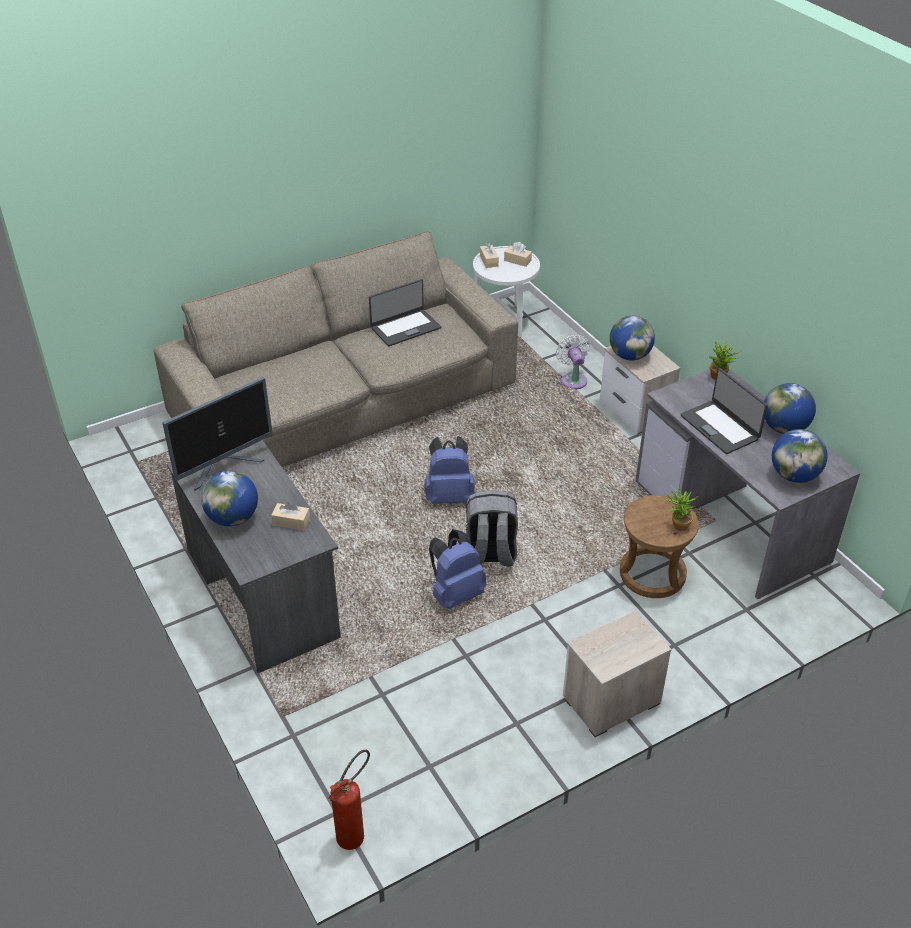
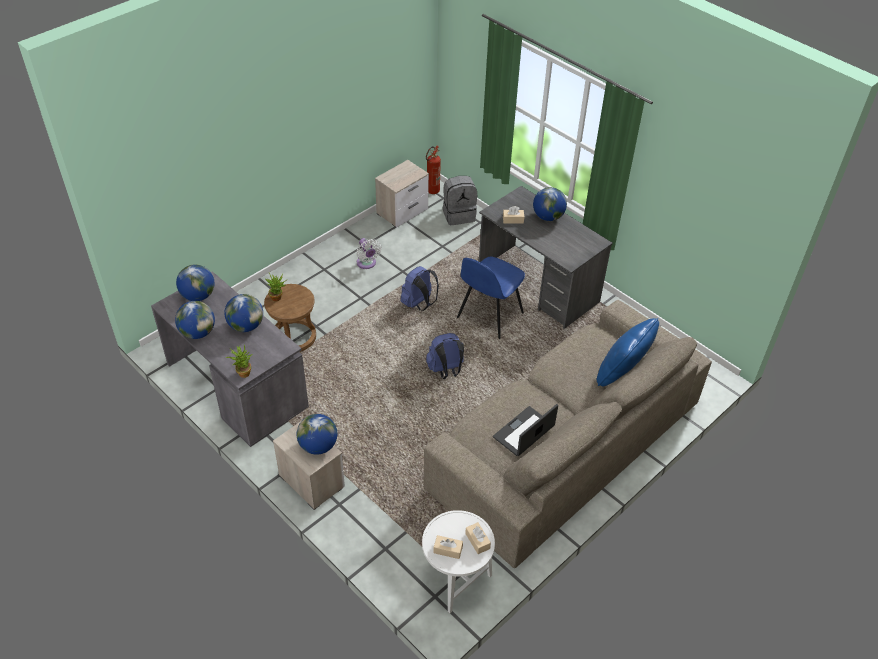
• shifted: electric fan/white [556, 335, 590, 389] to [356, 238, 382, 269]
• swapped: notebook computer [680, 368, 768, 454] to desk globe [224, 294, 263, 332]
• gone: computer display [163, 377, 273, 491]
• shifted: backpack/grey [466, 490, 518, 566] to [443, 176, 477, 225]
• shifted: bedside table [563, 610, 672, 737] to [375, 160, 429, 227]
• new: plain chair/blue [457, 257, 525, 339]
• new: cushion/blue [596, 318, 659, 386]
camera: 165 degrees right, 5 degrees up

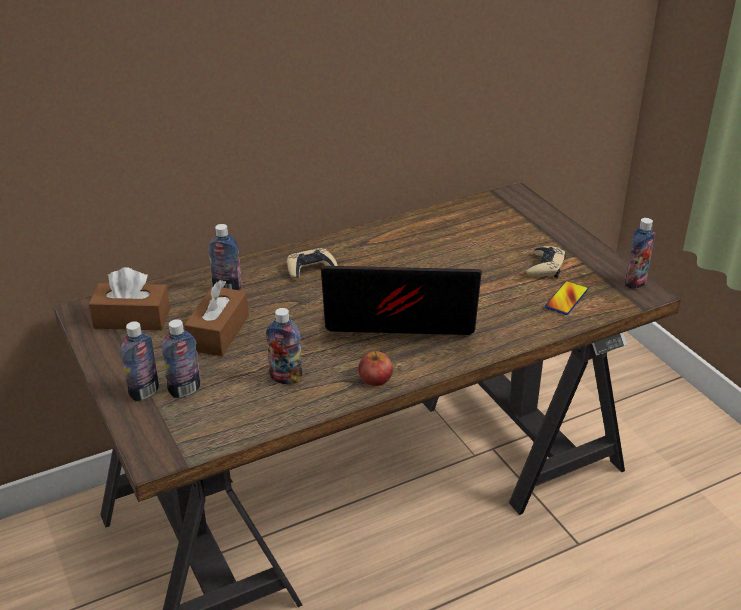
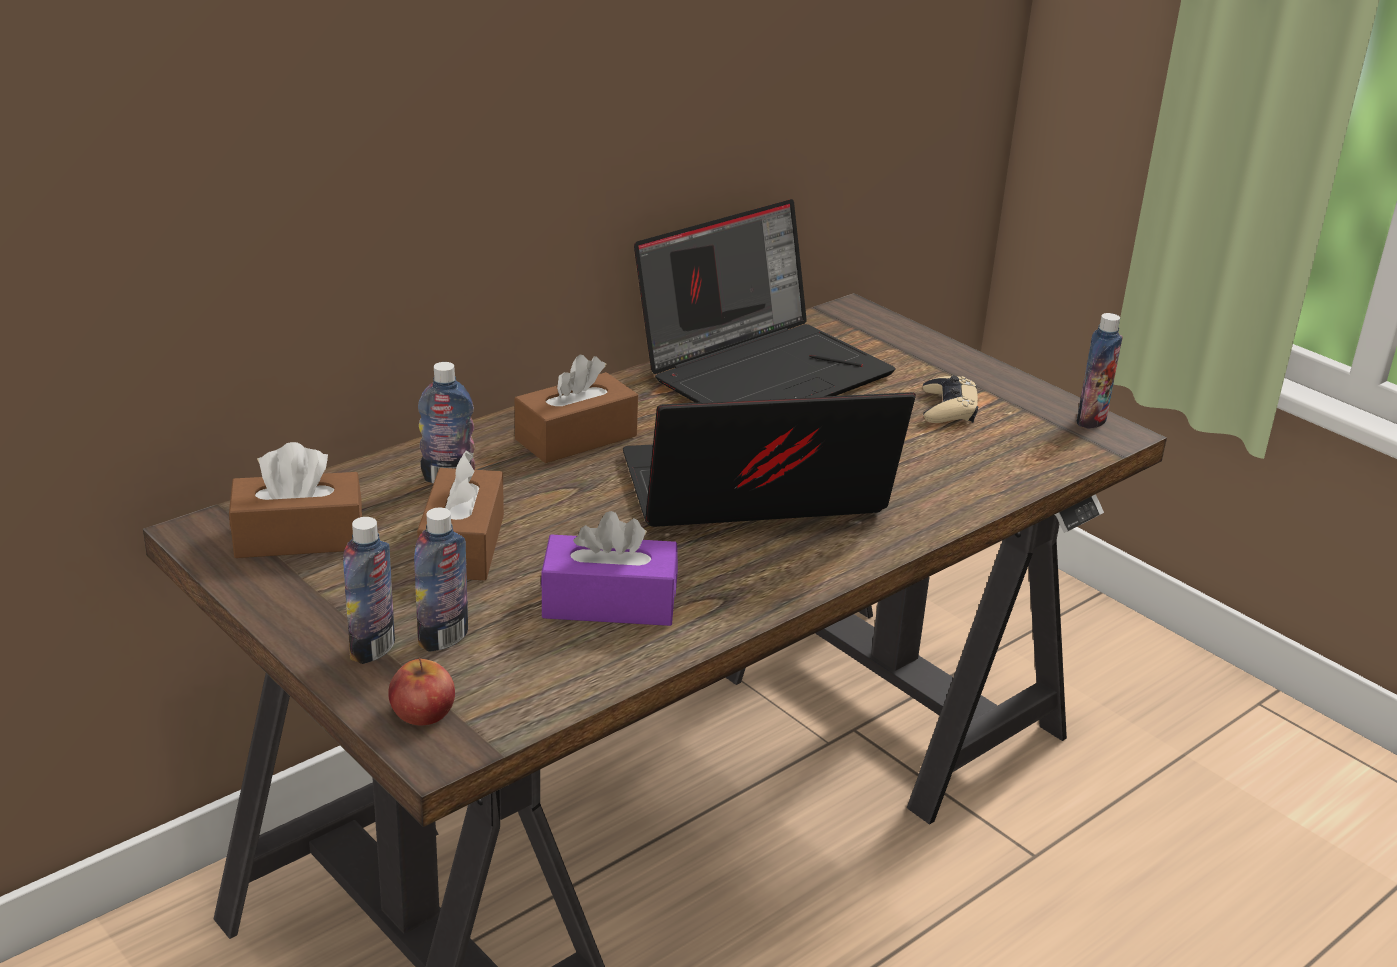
• swapped: gamepad/beige [287, 248, 338, 280] to tissue box/brown [515, 355, 638, 463]
• gone: handset [545, 281, 589, 315]
• swapped: drink bottle [266, 308, 303, 384] to tissue box/purplish [541, 511, 678, 626]
• shifted: apple fruit [358, 351, 393, 386] to [388, 657, 455, 725]
• new: notebook computer [634, 199, 896, 403]
camera: 15 degrees left, 5 degrees down

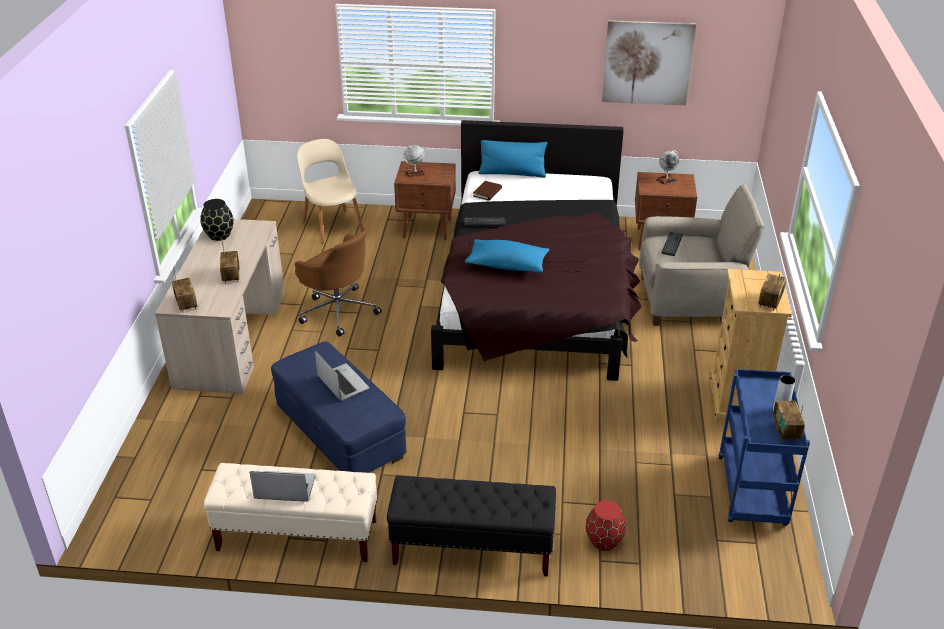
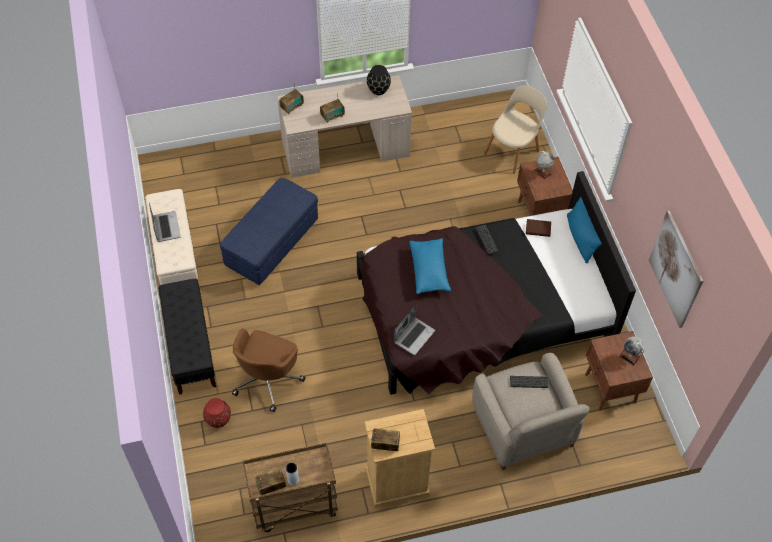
• shifted: office chair/brown [295, 230, 382, 337] to [232, 329, 306, 412]
• shifted: notebook computer [315, 350, 370, 401] to [394, 305, 435, 355]
• repainted: cart/blue [718, 369, 810, 526] to cart/brown [243, 442, 338, 532]
camera: 70 degrees right, 20 degrees up

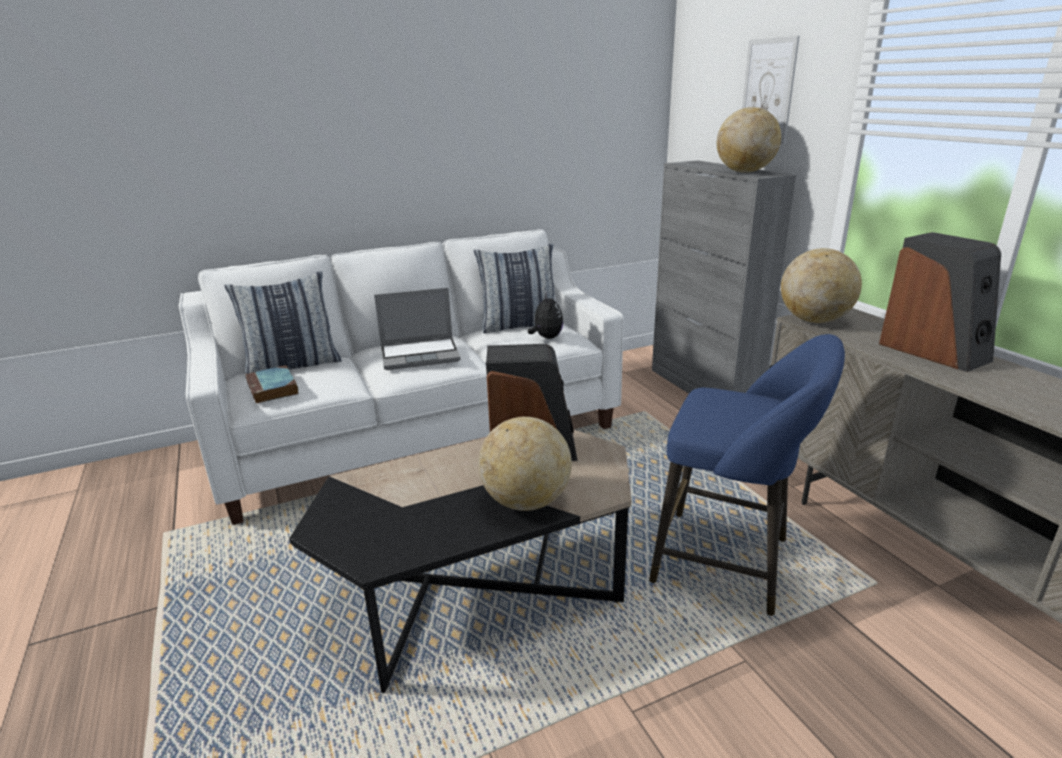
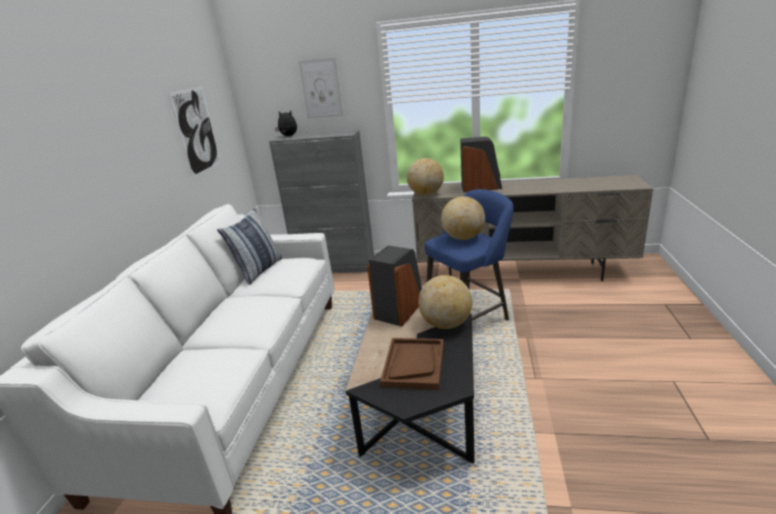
• shifted: desk globe [717, 107, 781, 173] to [441, 196, 485, 240]
• gone: cushion [224, 271, 342, 374]
• gone: notebook computer [374, 288, 461, 370]
• shifted: soft toy [528, 293, 563, 339] to [275, 111, 297, 136]
• gone: volume [245, 365, 299, 404]
• new: picture [169, 86, 221, 178]
• new: carrying tray/brown [380, 338, 444, 390]
camera: 55 degrees left, 0 degrees up

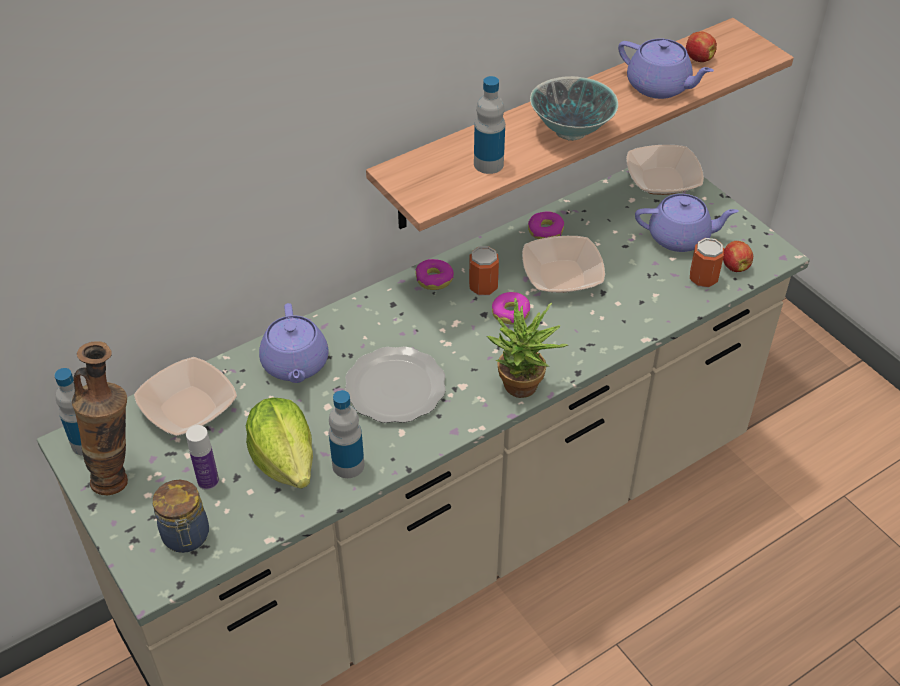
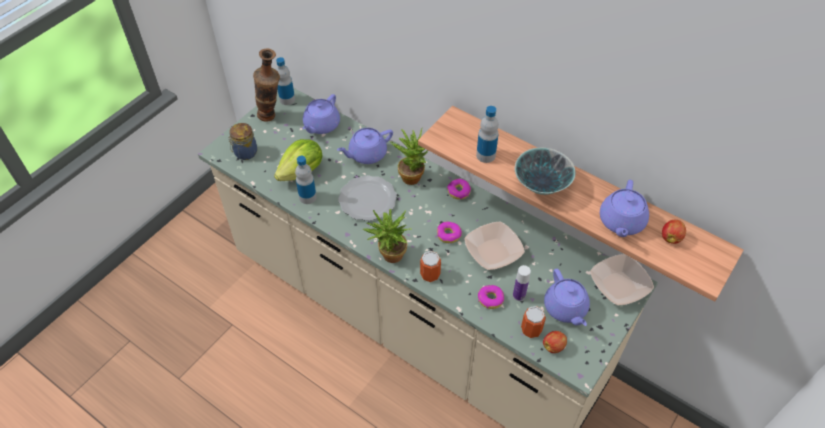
• shifted: ring doughnut [528, 212, 564, 239] to [478, 285, 504, 309]
• shifted: metal can [469, 246, 499, 296] to [420, 251, 441, 282]
• swapped: serving bowl [134, 357, 237, 436] to pot for tea/purplish [303, 94, 340, 134]
• shifted: drink bottle [186, 425, 219, 490] to [513, 265, 531, 301]
• new: houseplant [390, 127, 428, 185]
camera: 70 degrees right, 5 degrees up

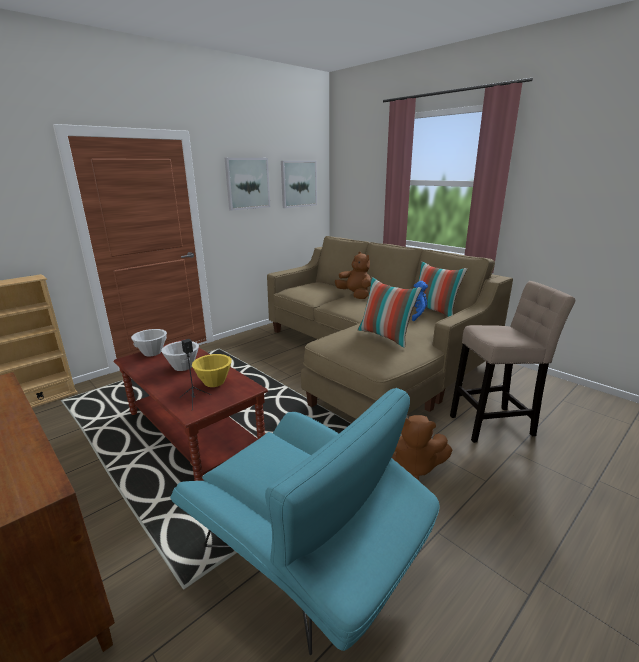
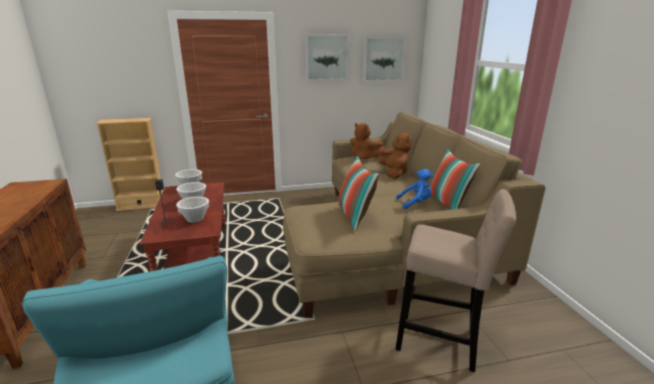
• repainted: serving bowl/yellowish [192, 354, 232, 387] to serving bowl/white [176, 196, 209, 223]
• shifted: soft toy/brown [392, 415, 452, 480] to [350, 123, 385, 160]
camera: 30 degrees right, 0 degrees up

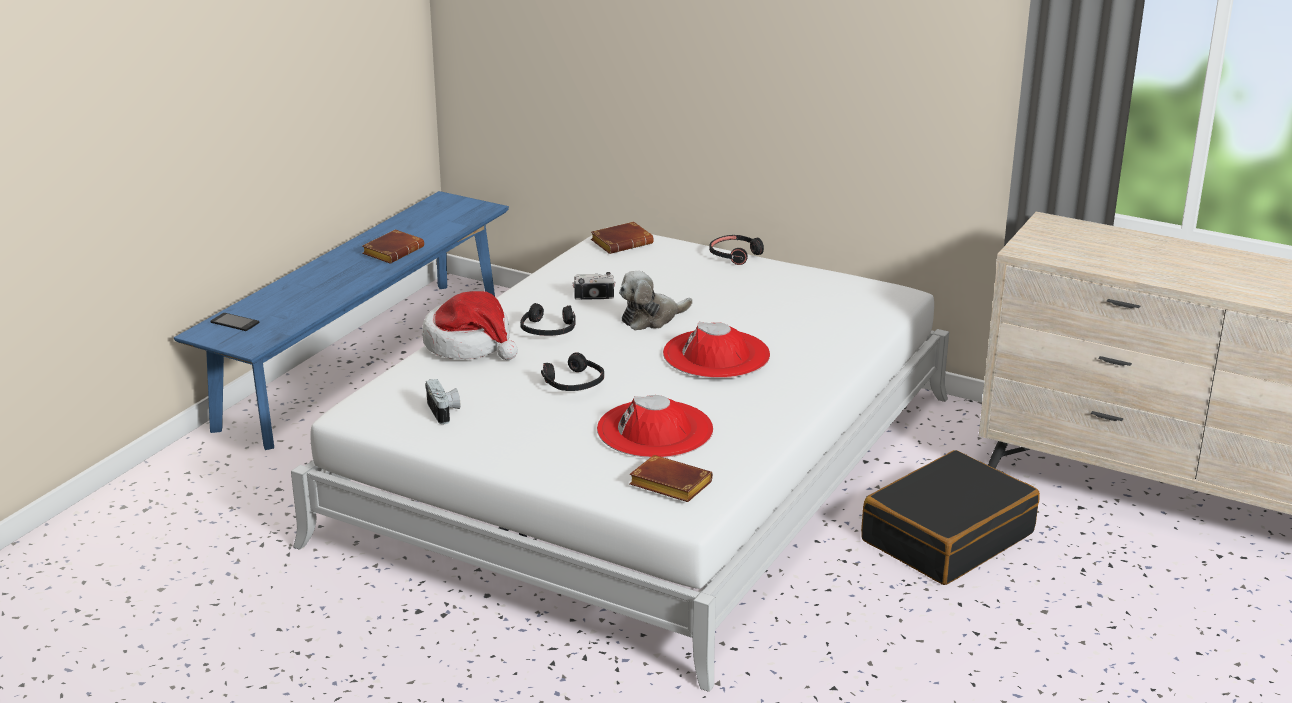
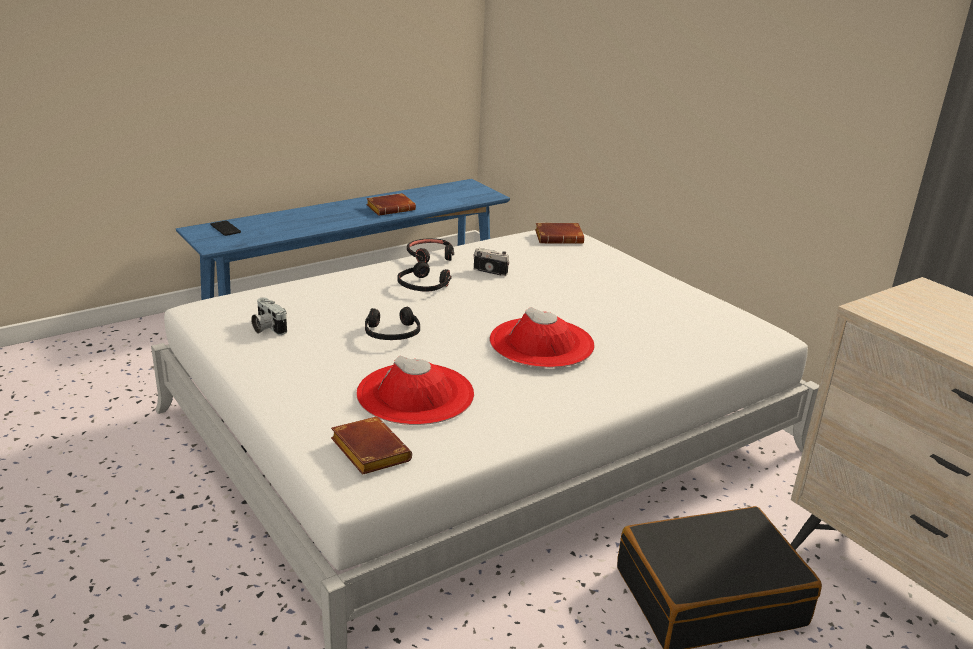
• shifted: headset/black [709, 235, 764, 265] to [407, 238, 454, 263]
• gone: soft toy [619, 271, 693, 330]
• gone: clothing hat [422, 291, 518, 360]
• rotated: still camera [425, 379, 460, 424] = [251, 298, 287, 335] 135 degrees clockwise
camera: 25 degrees right, 0 degrees up

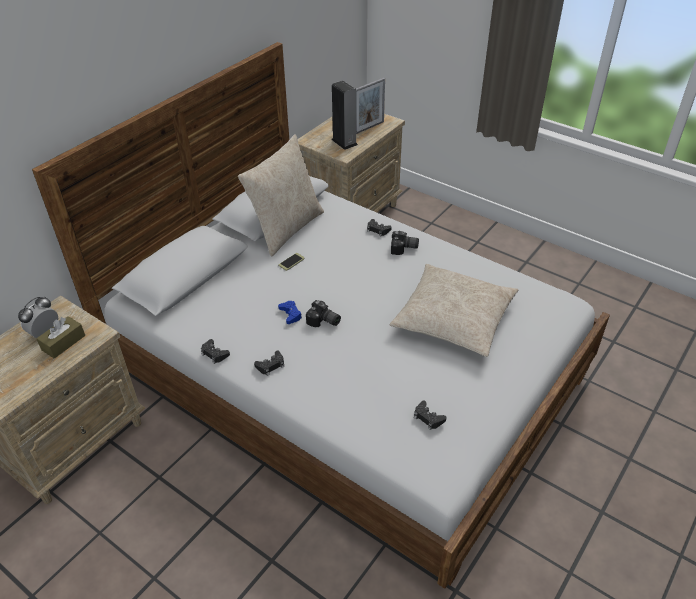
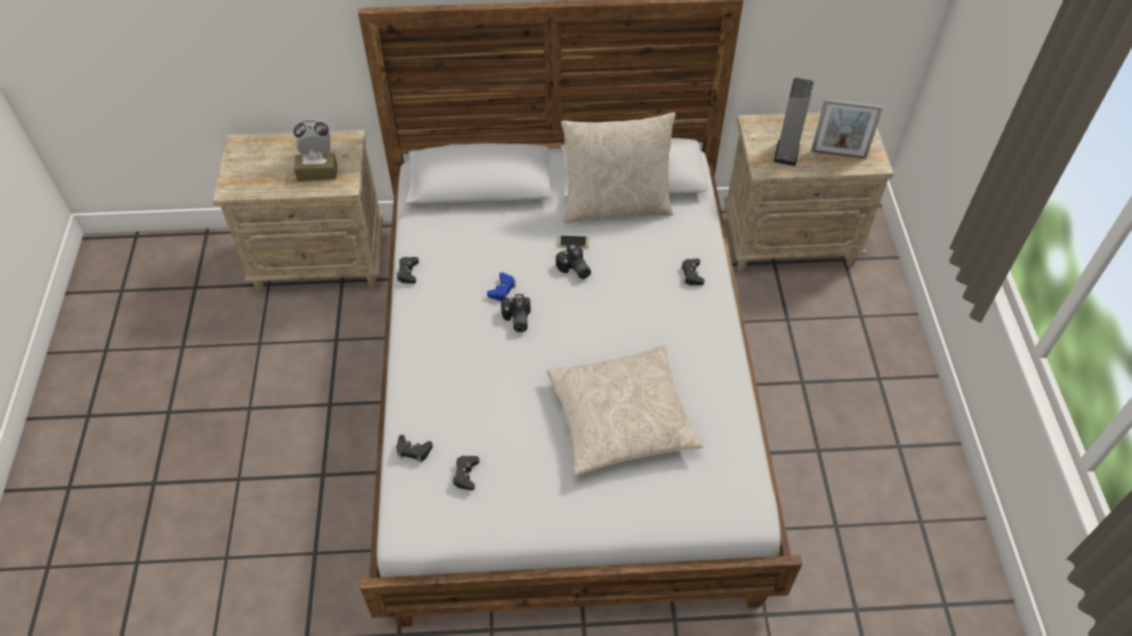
• shifted: still camera [391, 231, 419, 255] to [556, 244, 591, 279]
• shifted: gamepad/black [254, 351, 284, 376] to [396, 435, 433, 463]
camera: 50 degrees right, 10 degrees up

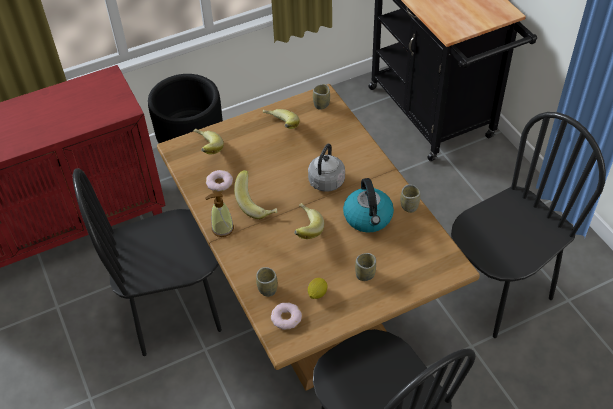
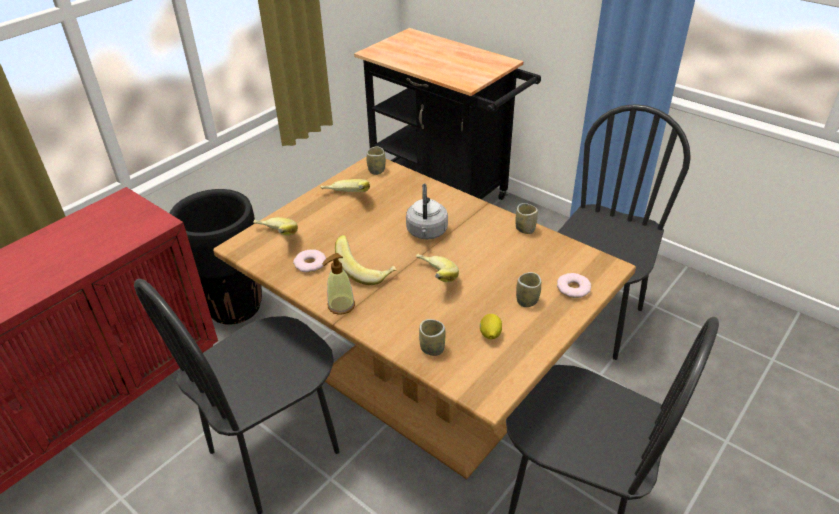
• gone: kettle [343, 178, 394, 233]
• shifted: ring doughnut [271, 302, 302, 330] to [557, 273, 591, 298]
camera: 25 degrees left, 10 degrees down

